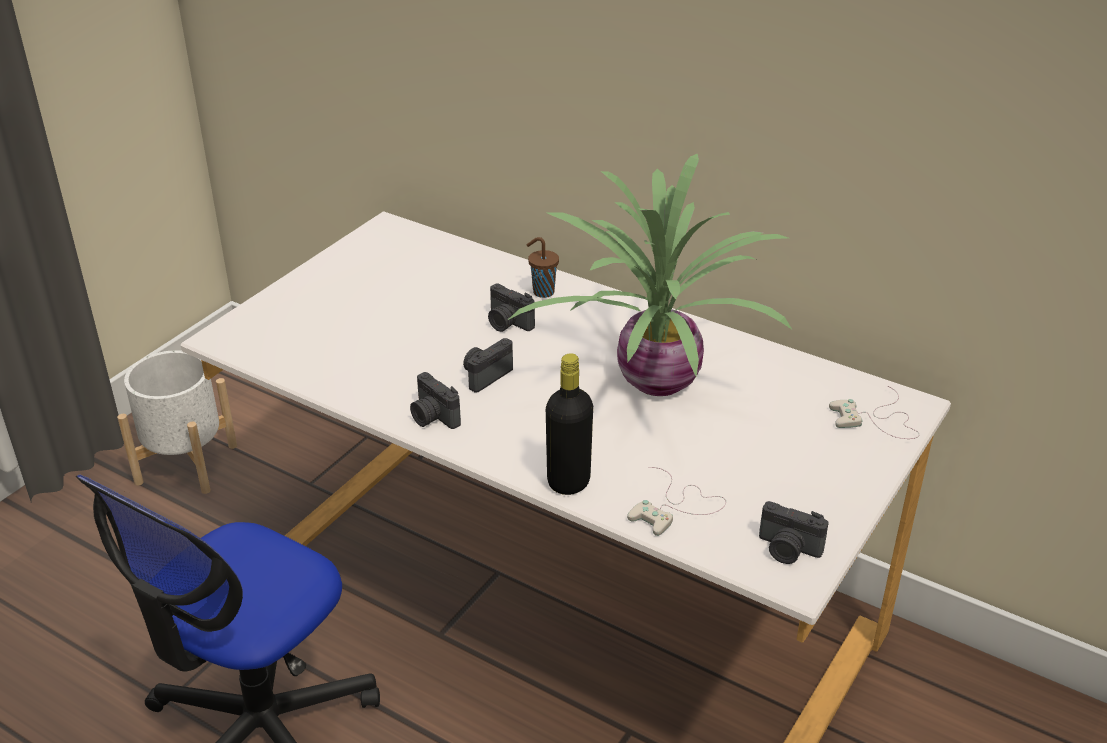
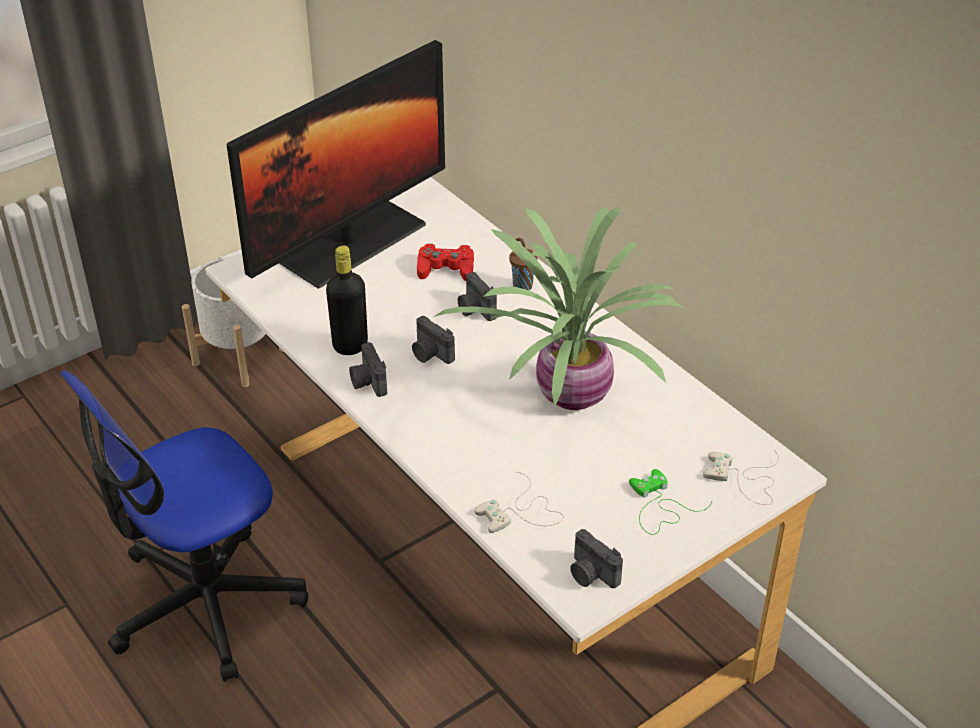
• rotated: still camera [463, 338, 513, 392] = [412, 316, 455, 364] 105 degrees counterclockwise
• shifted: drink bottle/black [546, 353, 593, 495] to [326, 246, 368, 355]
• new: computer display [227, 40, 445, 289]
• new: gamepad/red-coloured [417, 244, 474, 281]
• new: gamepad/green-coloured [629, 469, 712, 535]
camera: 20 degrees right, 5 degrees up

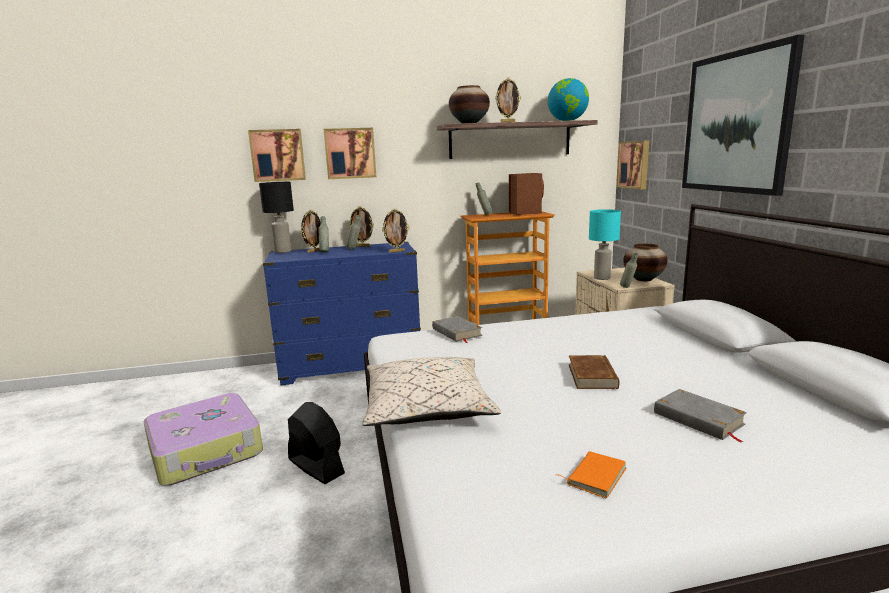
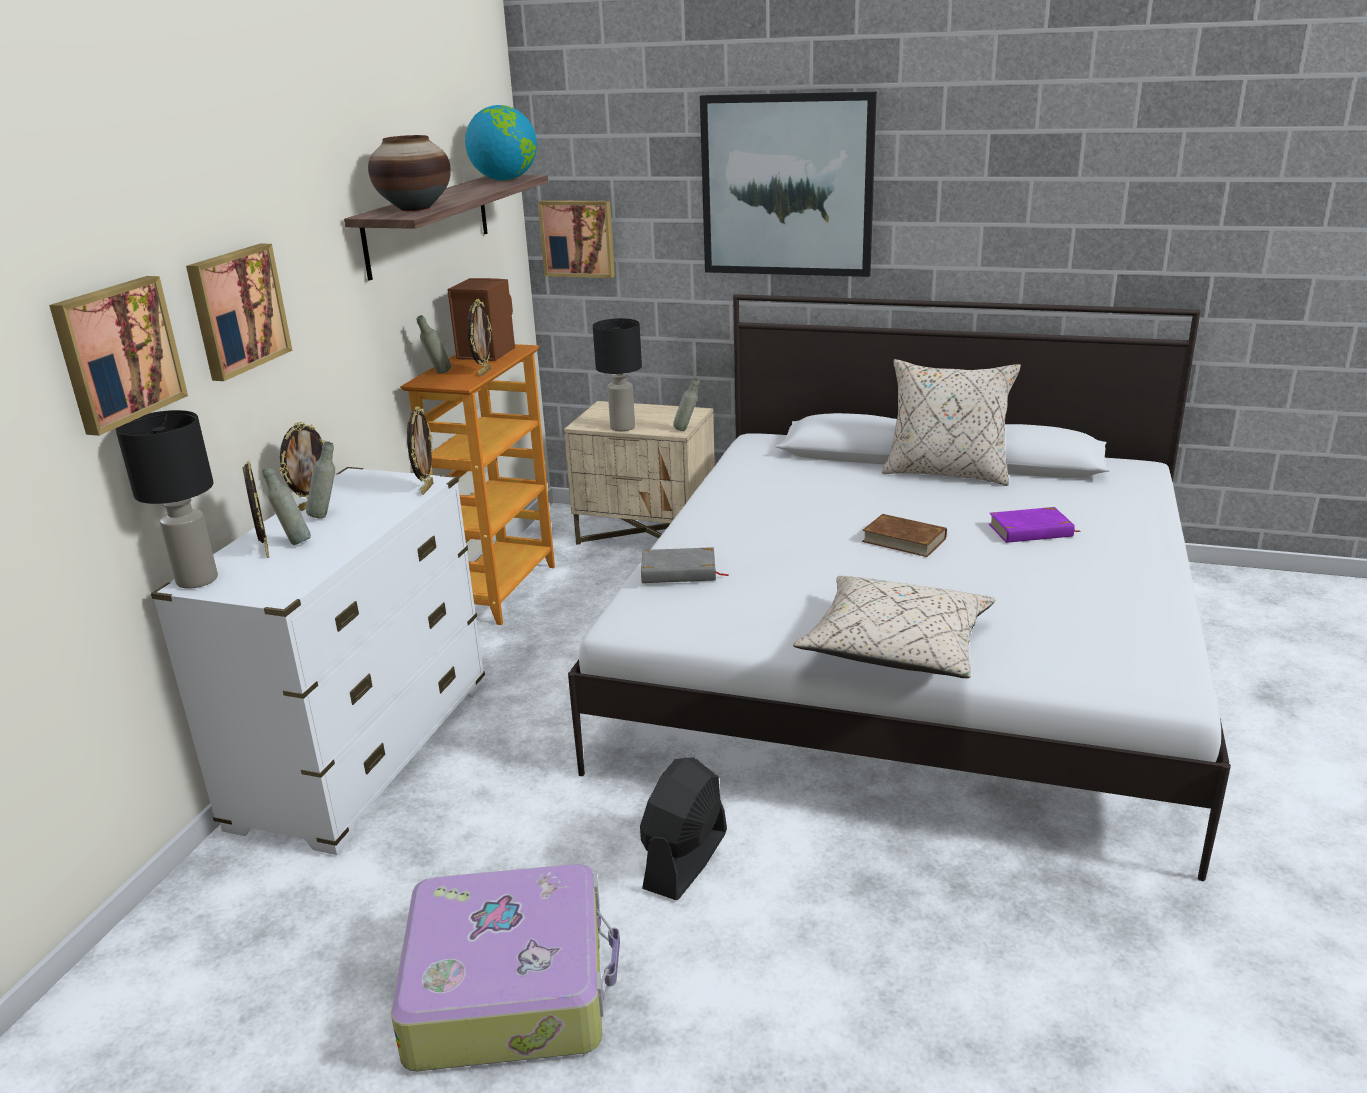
• shifted: photo frame [495, 77, 521, 122] to [468, 299, 492, 377]
• repainted: lamp for a table/turquoise-coloured [589, 209, 621, 280] to lamp for a table/black [593, 318, 642, 431]
• repainted: drawer chest/blue [263, 242, 421, 385] to drawer chest/white [151, 467, 485, 855]
• gone: vase [623, 244, 667, 281]
• repainted: volume/grey [654, 389, 747, 442] to volume/purplish [989, 507, 1080, 543]
• rotated: electric fan/black [288, 402, 345, 484] = [640, 758, 727, 900] 45 degrees counterclockwise
• gone: volume/orangey [559, 451, 626, 498]
• new: cushion/beige [882, 359, 1021, 486]
camera: 60 degrees left, 10 degrees up

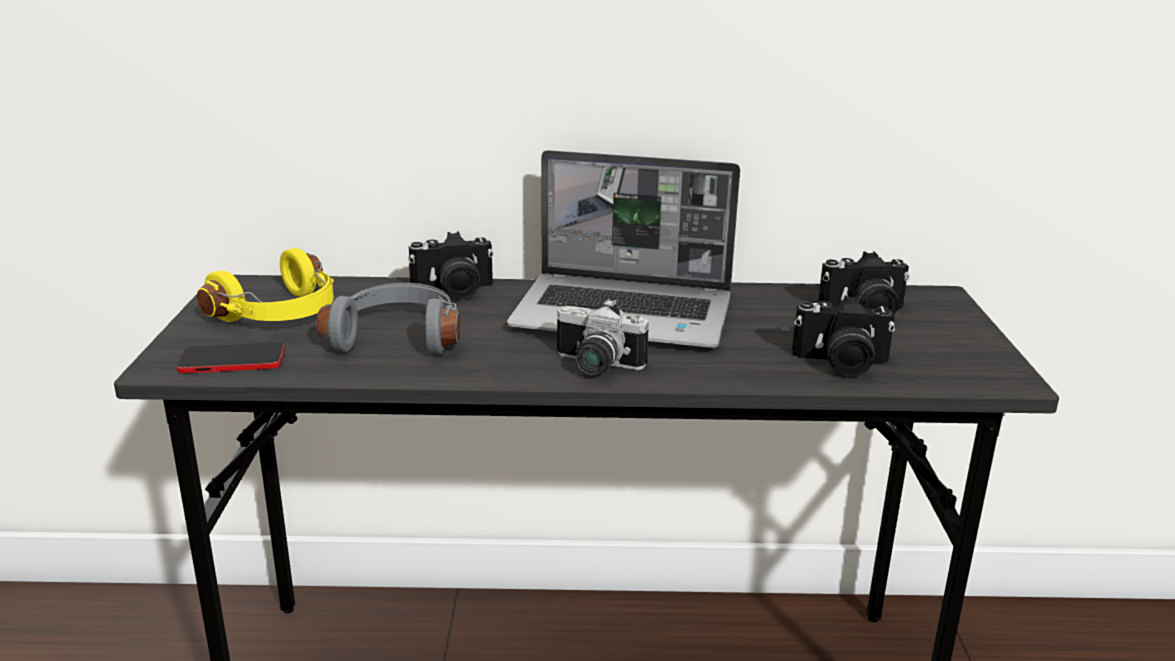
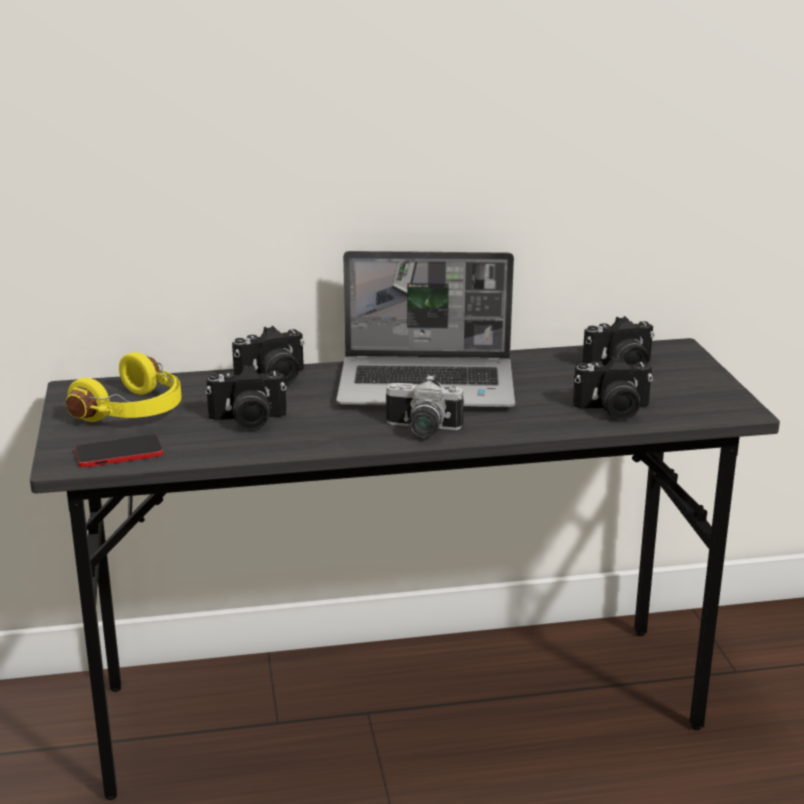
• swapped: headset/grey [316, 283, 460, 355] to still camera [205, 365, 286, 431]
camera: 10 degrees left, 0 degrees up

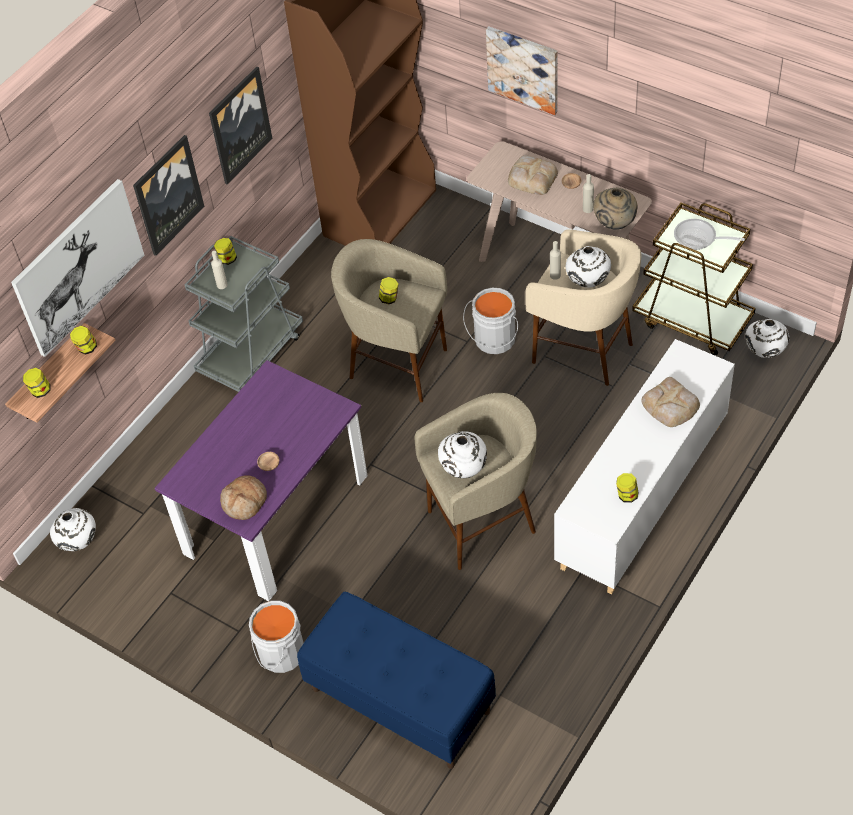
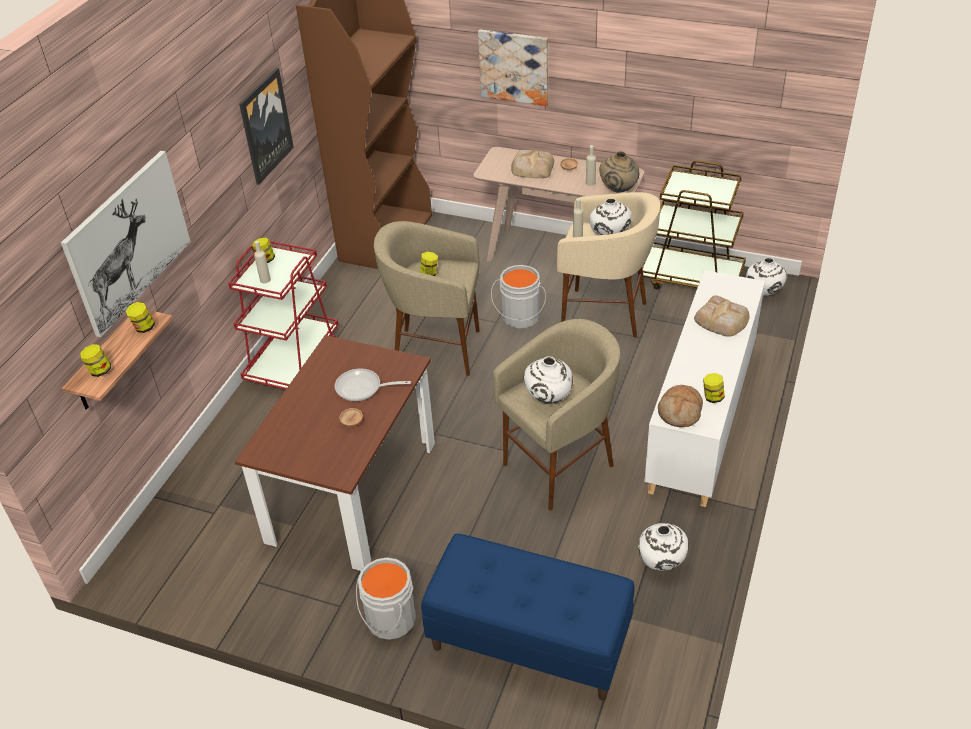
• gone: picture [133, 135, 204, 256]
• shifted: frying pan [674, 219, 745, 250] to [335, 369, 411, 401]
• repainted: cart/grey [185, 236, 303, 392] to cart/red-coloured [228, 241, 338, 390]
• repainted: kitchen table/purplish [155, 360, 367, 601] to kitchen table/brown [234, 335, 435, 571]
• shifted: bread [220, 475, 267, 520] to [658, 385, 703, 427]
• shifted: vase/white [50, 508, 96, 551] to [638, 523, 689, 571]
camera: 15 degrees left, 10 degrees down

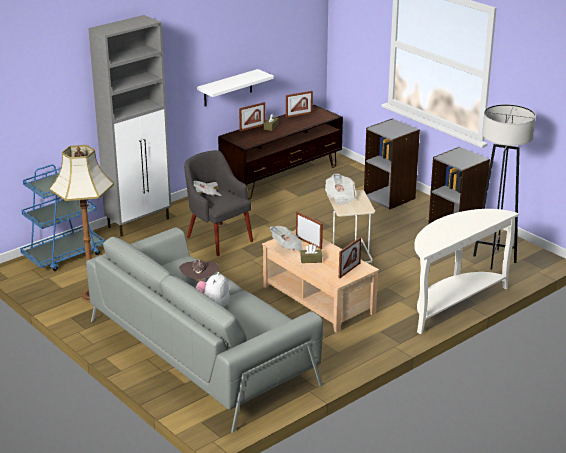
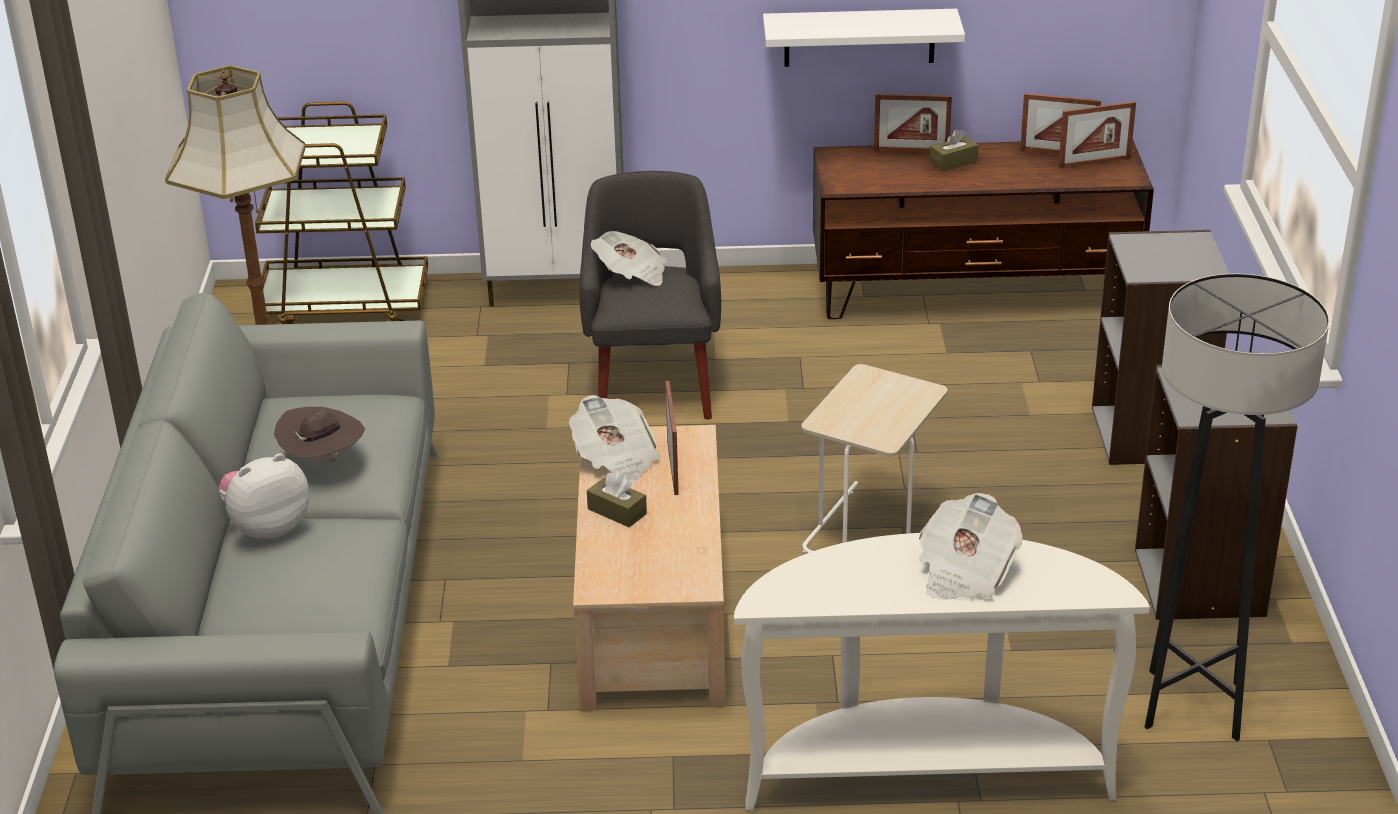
• repainted: cart/blue [20, 164, 105, 271] to cart/brown [253, 102, 428, 324]
• shifted: printed paper [325, 174, 356, 206] to [919, 493, 1023, 600]
• shifted: photo frame [339, 237, 361, 278] to [1058, 101, 1136, 169]
camera: 40 degrees right, 5 degrees up

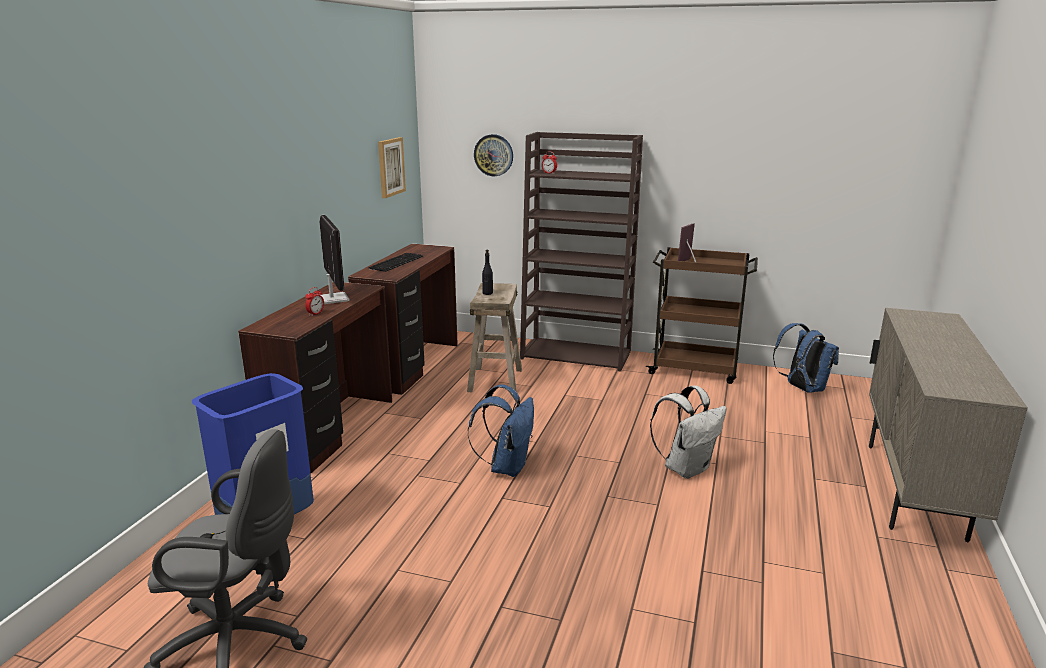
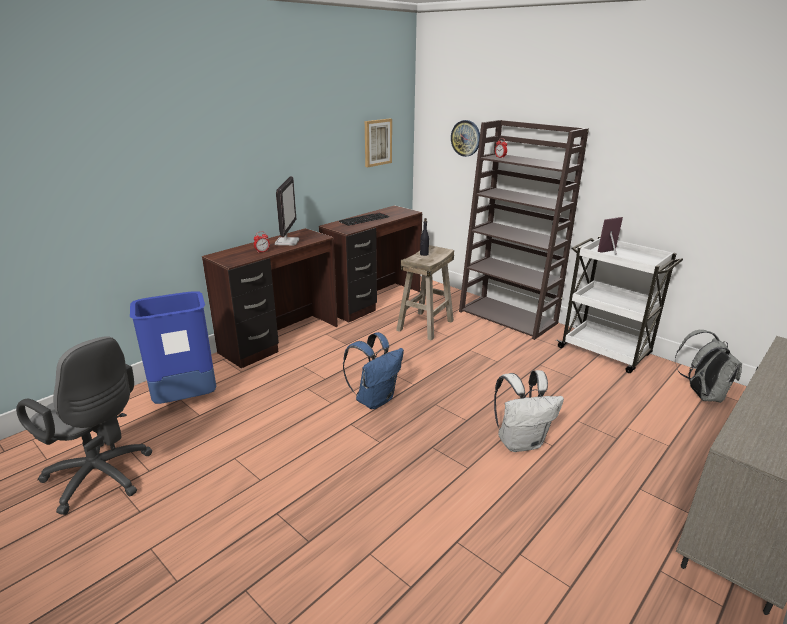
• repainted: cart/brown [646, 247, 758, 384] to cart/white [556, 236, 683, 373]
• repainted: backpack/blue [773, 323, 839, 393] to backpack/grey [675, 330, 742, 403]
camera: 25 degrees right, 5 degrees up

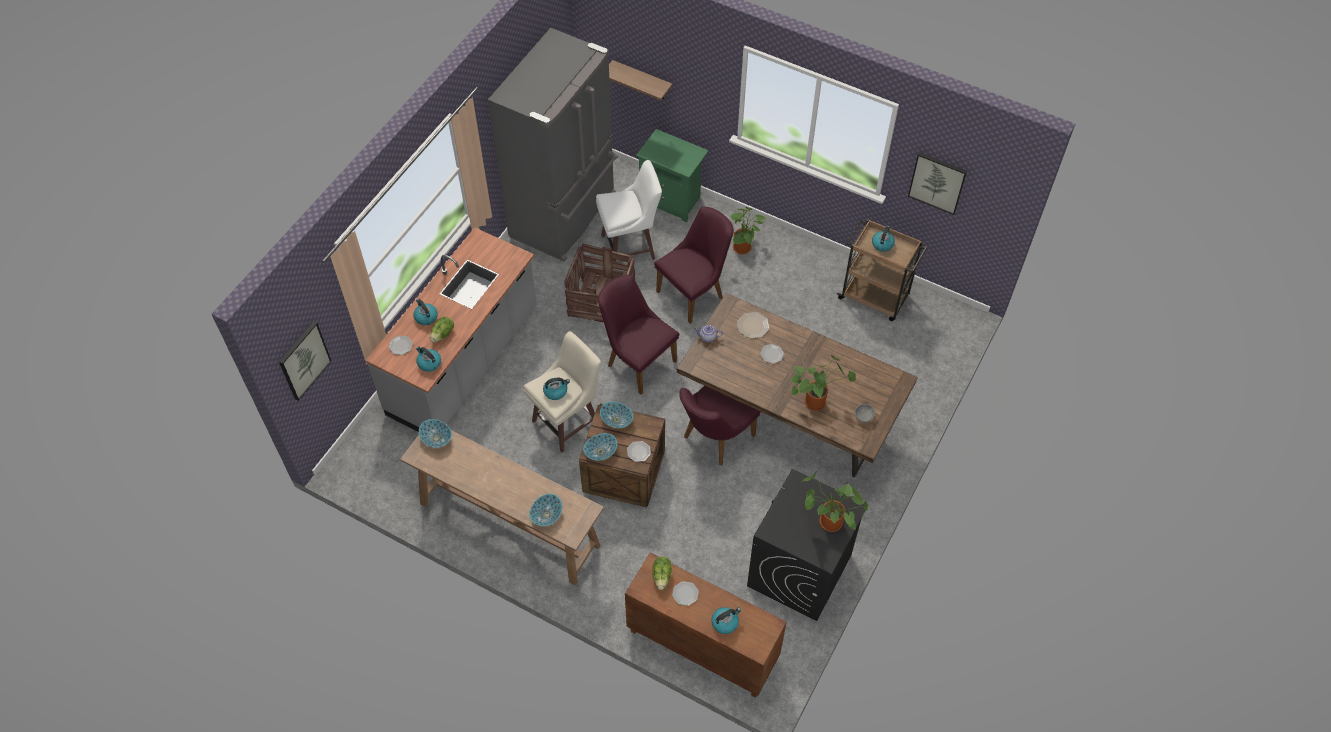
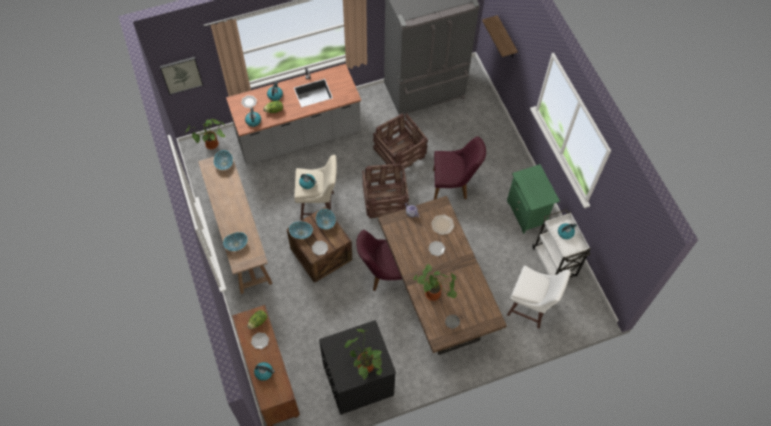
• shifted: bedside table/green-coloured [636, 129, 709, 222] to [507, 164, 560, 234]
• gone: picture [908, 152, 967, 215]
• shifted: stool seat/white [596, 160, 662, 269] to [507, 266, 571, 329]
• shifted: houseplant [729, 207, 767, 255] to [185, 119, 226, 149]
• repainted: cart/brown [837, 219, 927, 321] to cart/white [532, 209, 591, 278]
• swapped: plain chair/purplish [598, 275, 679, 395] to packing crate [362, 164, 409, 218]
camera: 40 degrees right, 5 degrees up

